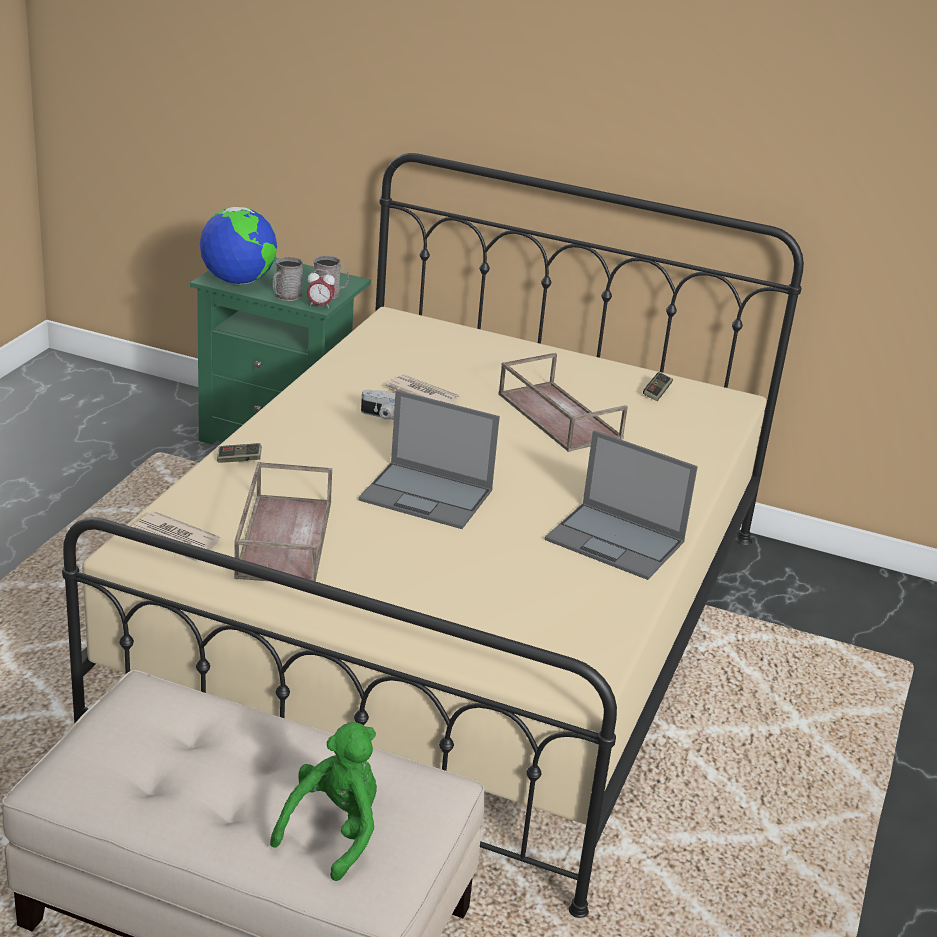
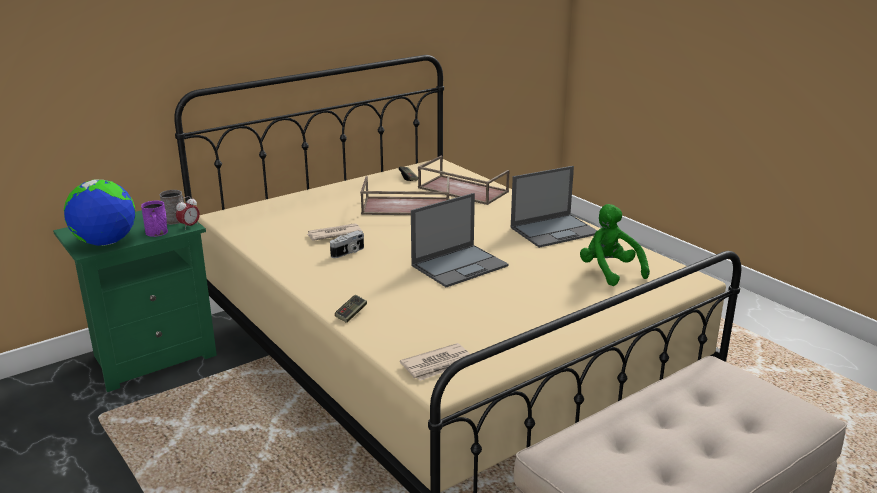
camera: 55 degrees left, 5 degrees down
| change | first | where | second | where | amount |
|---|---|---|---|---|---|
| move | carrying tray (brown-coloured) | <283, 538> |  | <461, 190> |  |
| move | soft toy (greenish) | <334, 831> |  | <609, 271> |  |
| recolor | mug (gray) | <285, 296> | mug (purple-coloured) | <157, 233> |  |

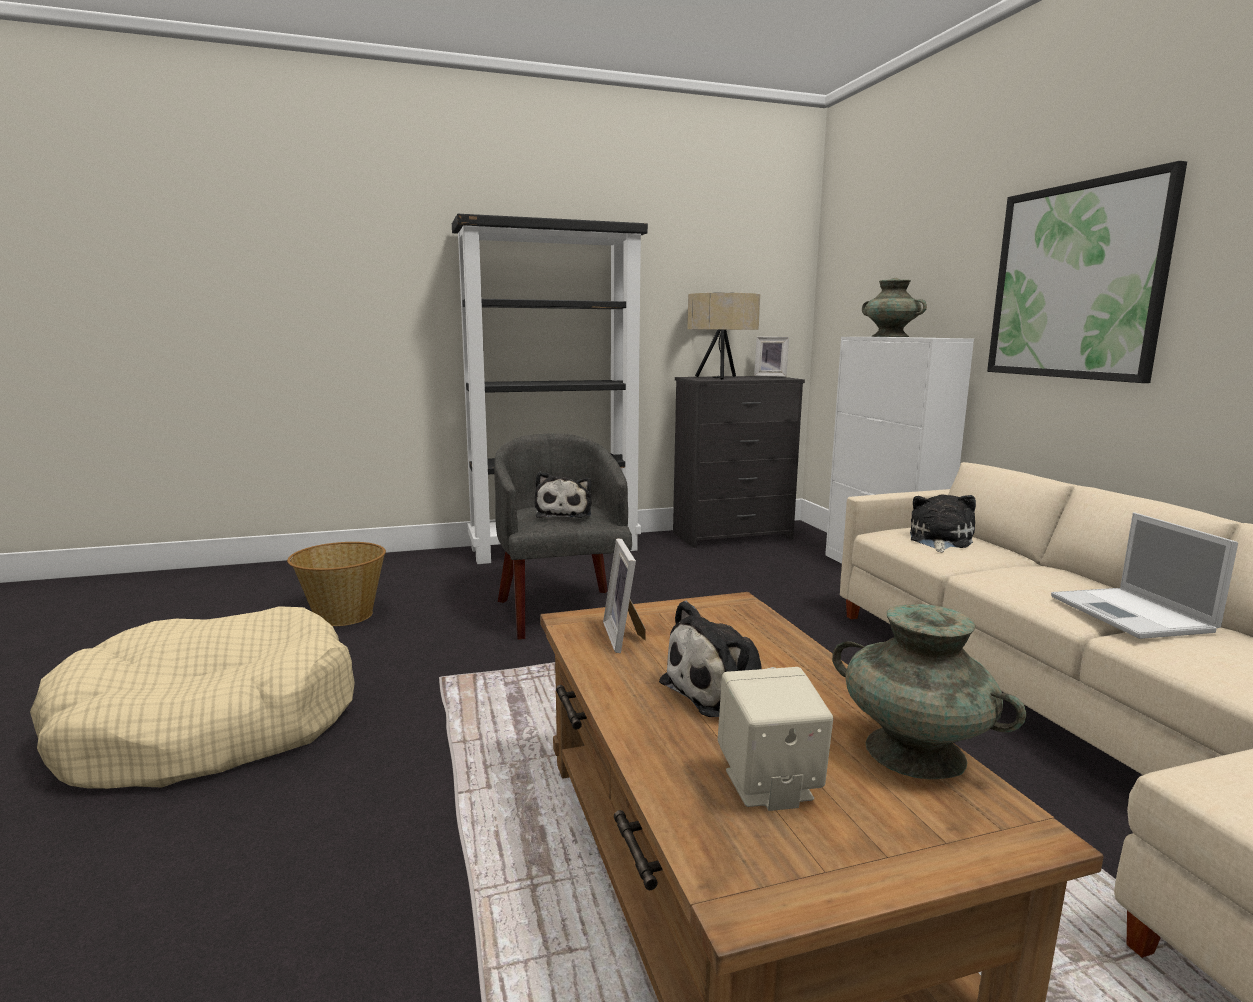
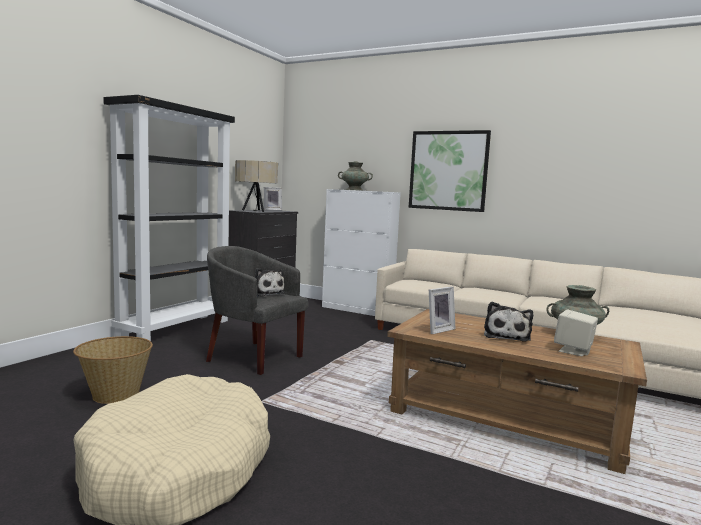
camera: 45 degrees left, 5 degrees down
| change | first | where | second | where | amount |
|---|---|---|---|---|---|
| delete | soft toy | <939, 540> |  |  |  |
| delete | laptop | <1133, 614> |  |  |  |
| rotate | picture frame | <625, 636> |  | <438, 330> | 75 degrees counterclockwise |

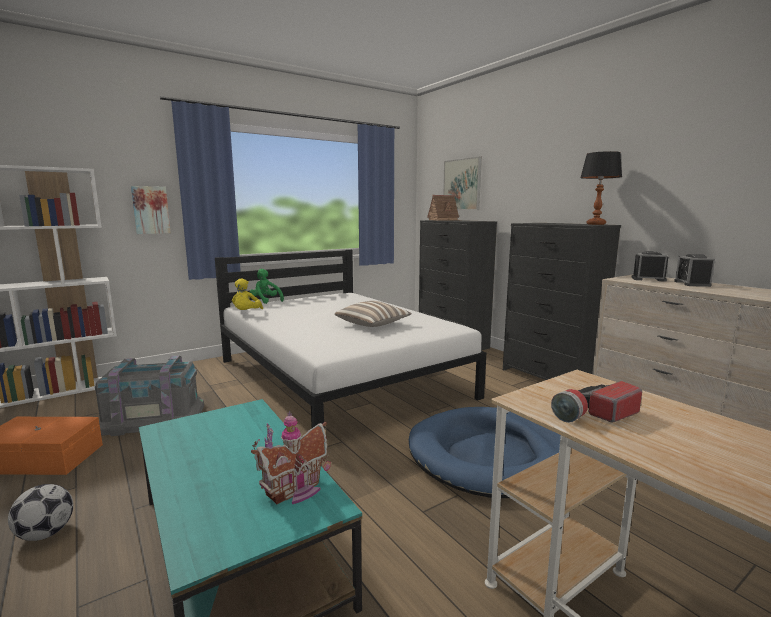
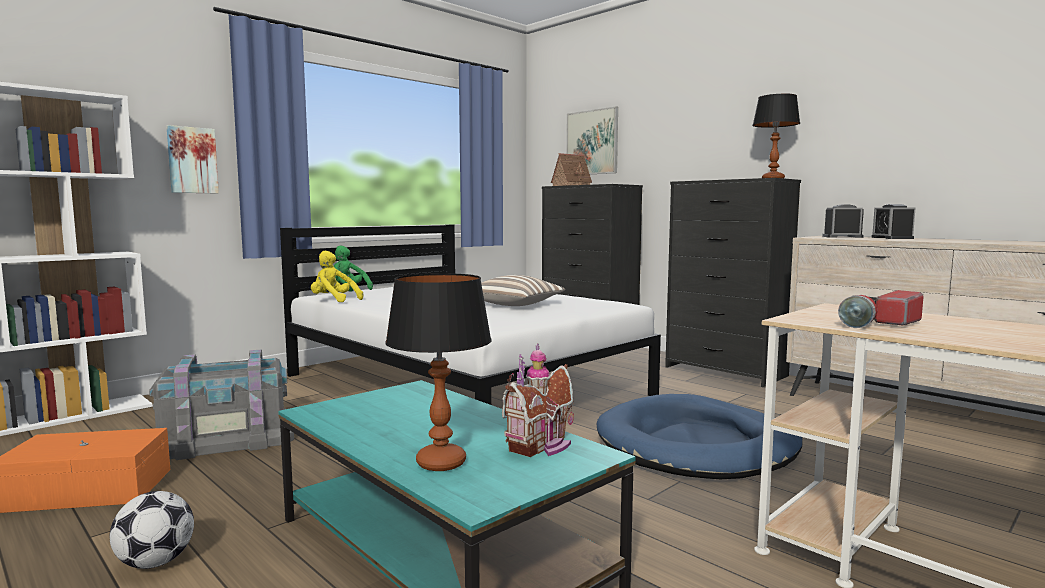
camera: 10 degrees left, 5 degrees down
| change | first | where | second | where | amount |
|---|---|---|---|---|---|
| insert |  |  | lamp for a table | <440, 463> |  |
| rotate | soft toy (yellowish) | <246, 313> |  | <333, 300> | 120 degrees clockwise |

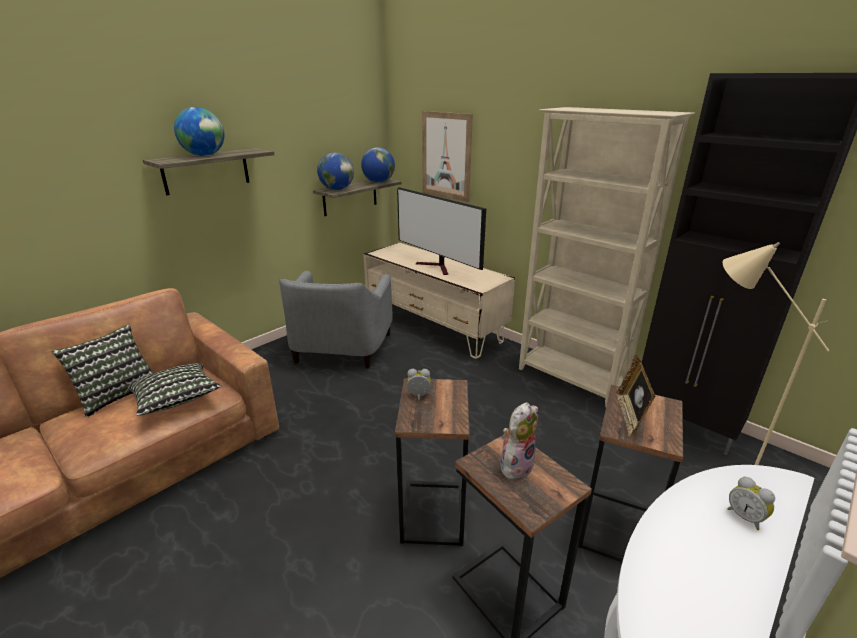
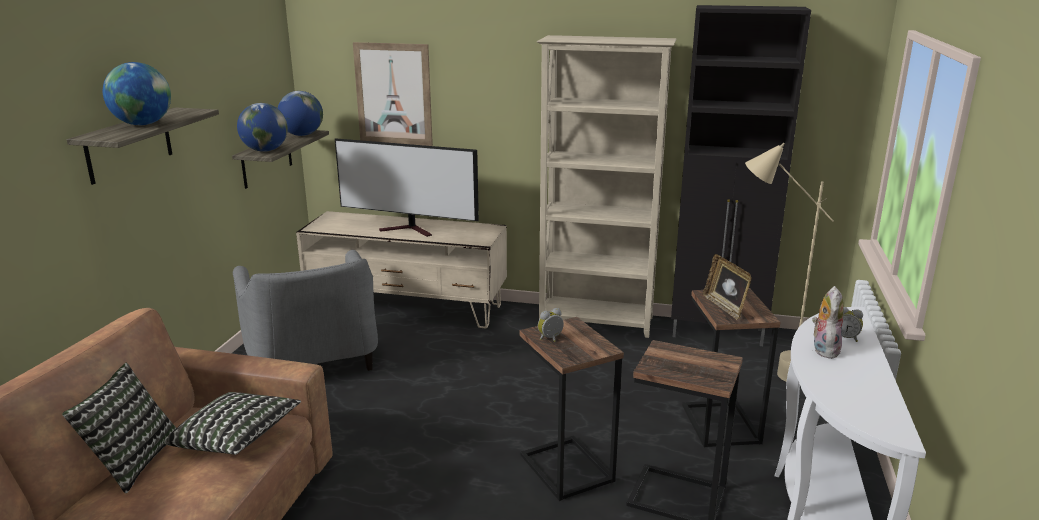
camera: 30 degrees left, 5 degrees down
| change | first | where | second | where | amount |
|---|---|---|---|---|---|
| move | soft toy | <515, 465> |  | <823, 349> |  |

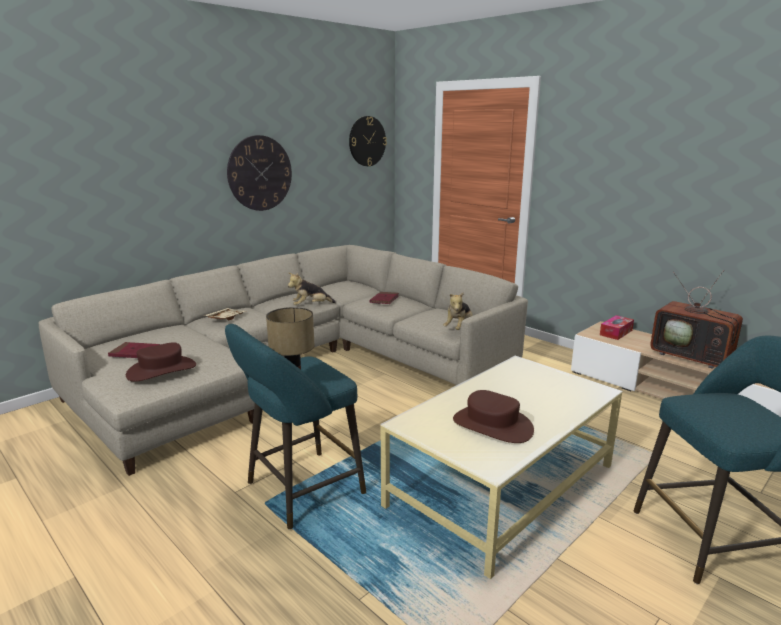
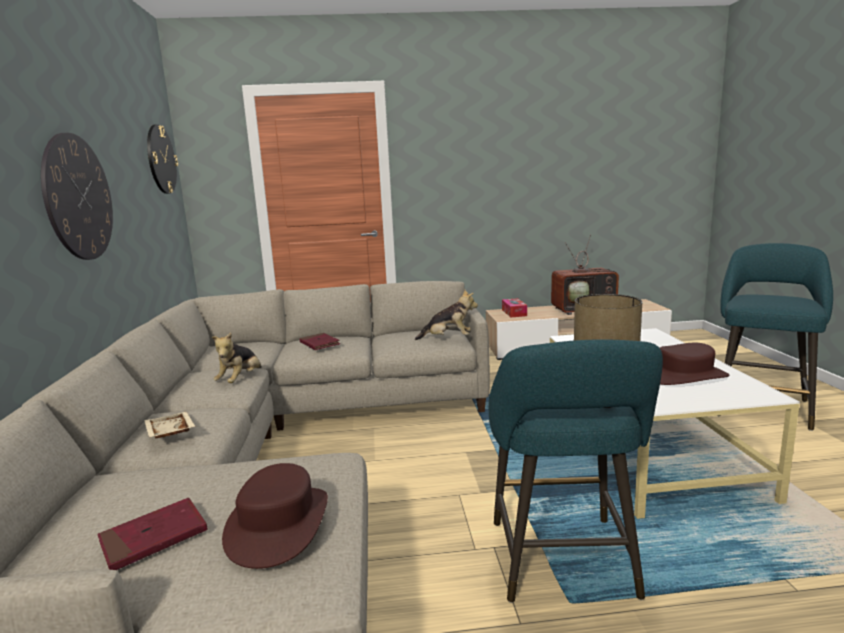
camera: 50 degrees left, 5 degrees down
| change | first | where | second | where | amount |
|---|---|---|---|---|---|
| rotate | soft toy | <458, 328> |  | <448, 339> | 60 degrees counterclockwise |

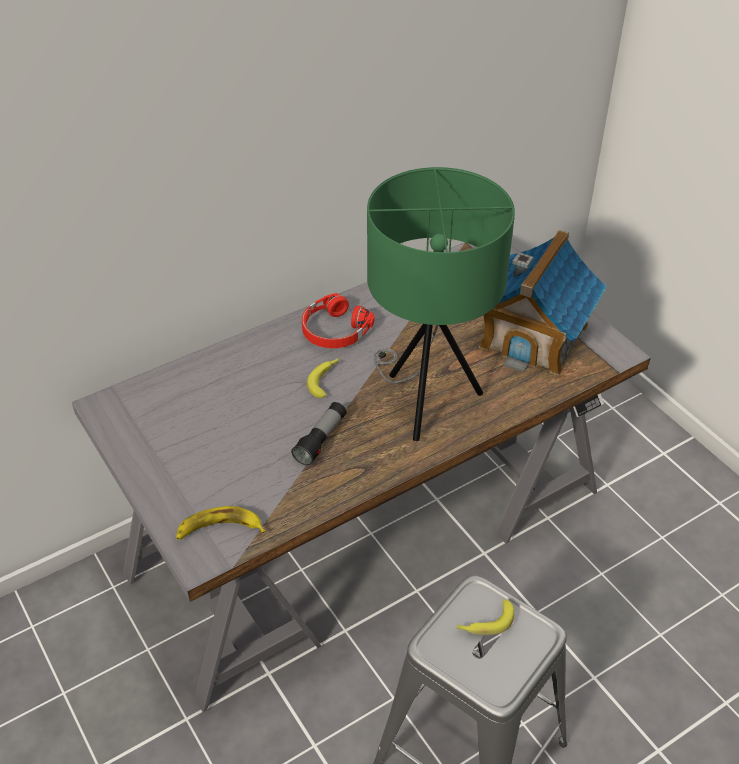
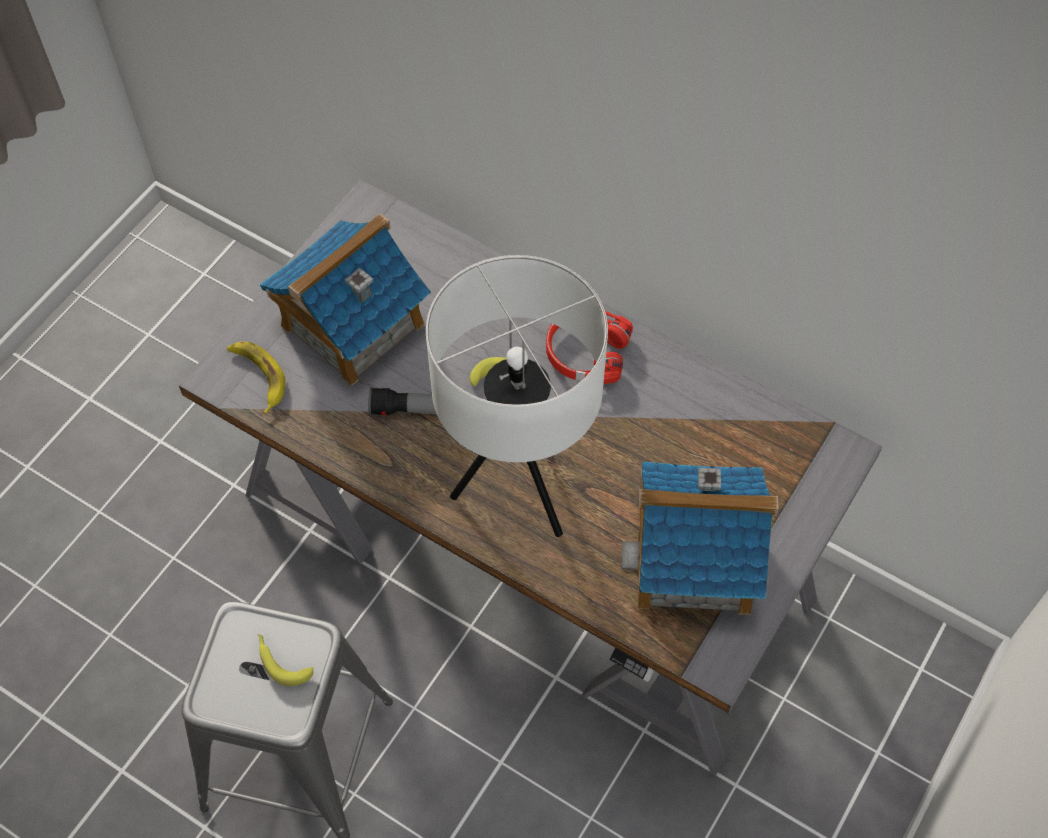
camera: 65 degrees right, 15 degrees up
| change | first | where | second | where | amount |
|---|---|---|---|---|---|
| insert |  |  | miniature house | <351, 325> |  |
| recolor | lamp for a table (greenish) | <426, 400> | lamp for a table (white-coloured) | <522, 484> |  |

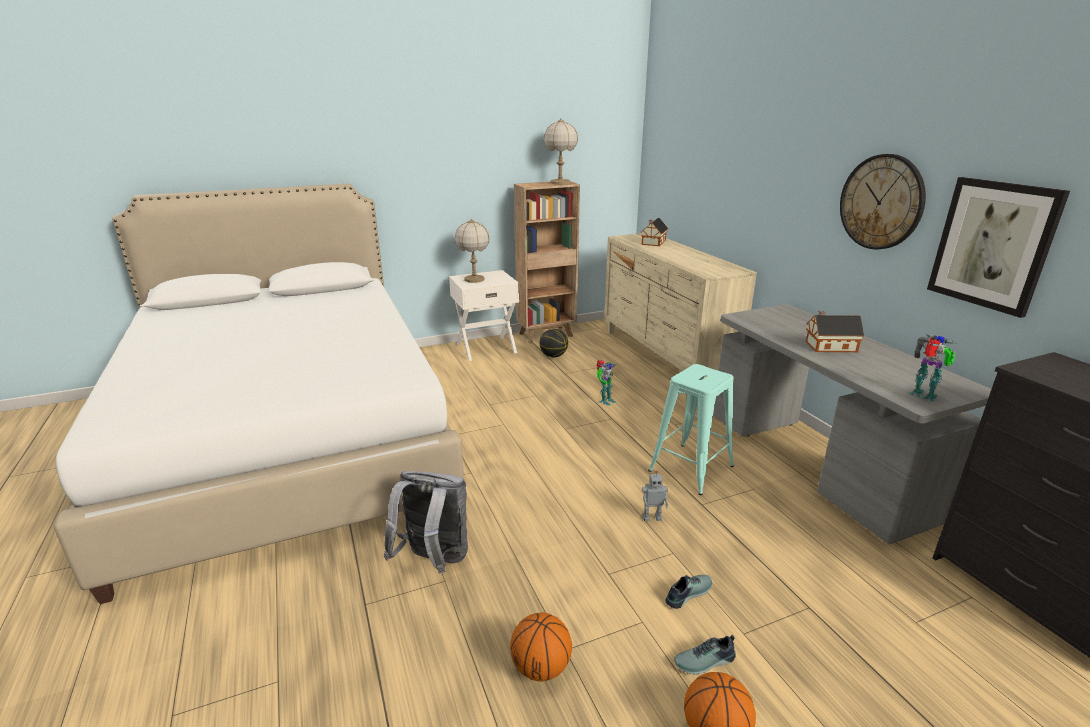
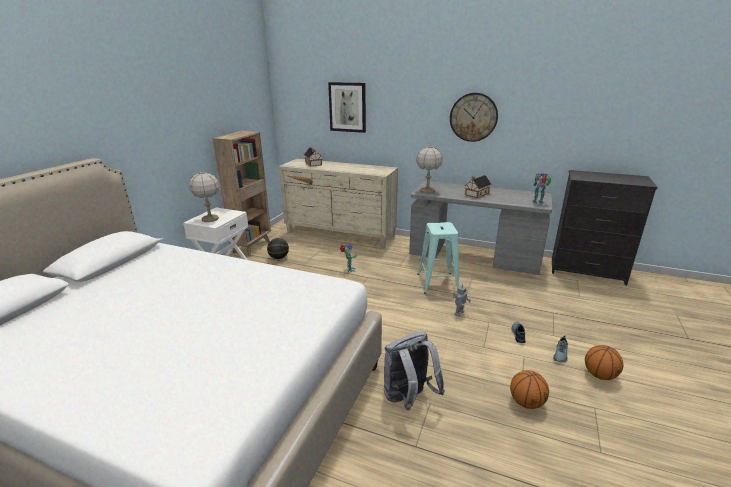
camera: 45 degrees left, 0 degrees up
| change | first | where | second | where | amount |
|---|---|---|---|---|---|
| move | lamp for a table | <560, 183> |  | <427, 191> |  |
| move | wall picture | <993, 245> |  | <347, 107> |  |

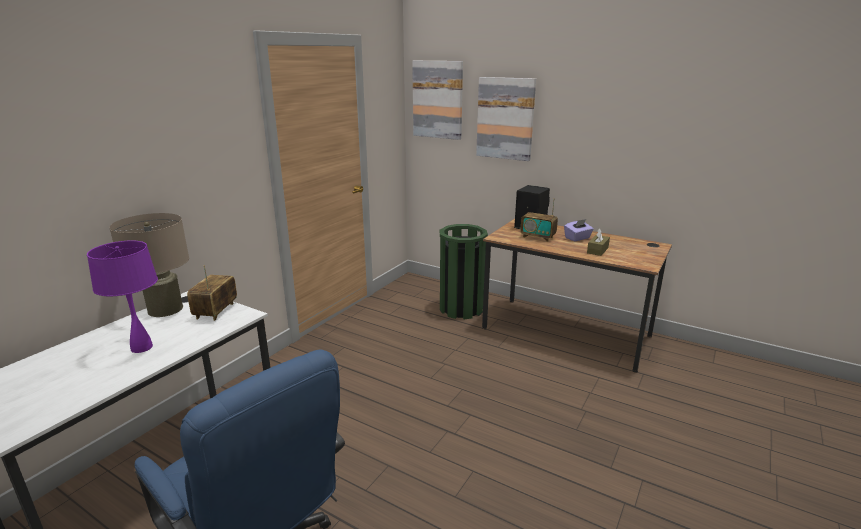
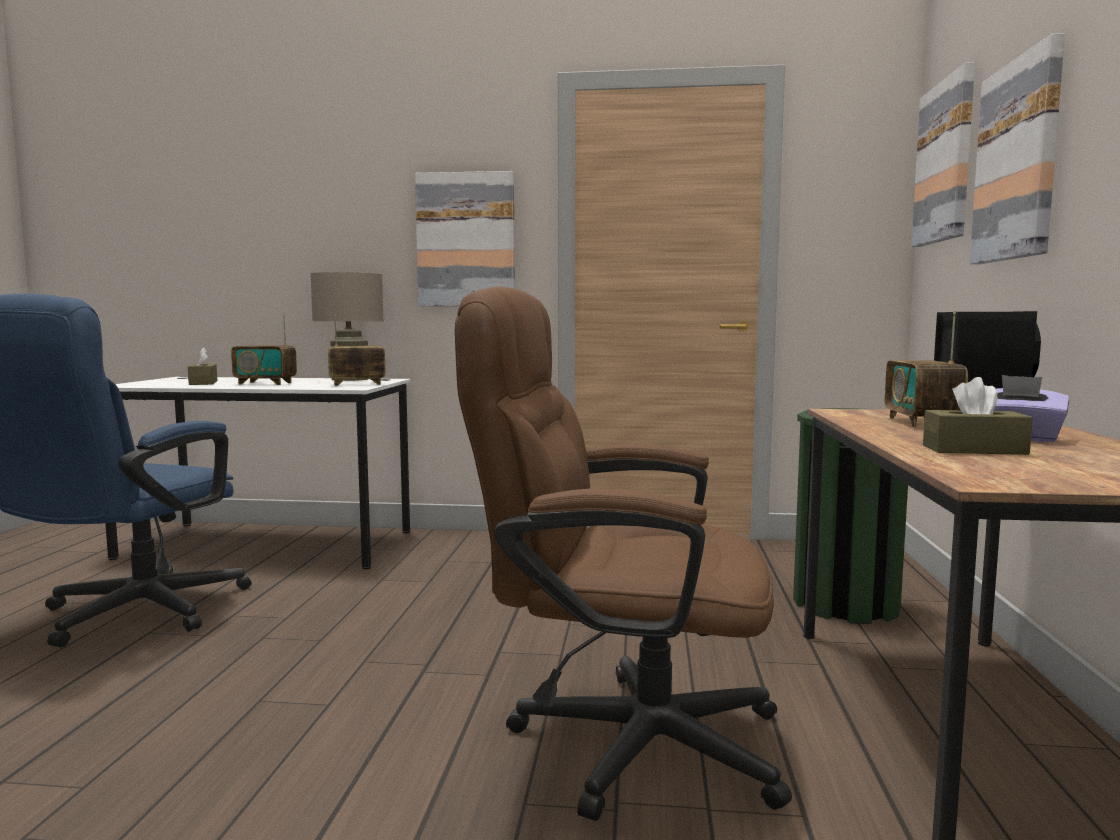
camera: 65 degrees right, 15 degrees down
| change | first | where | second | where | amount |
|---|---|---|---|---|---|
| insert |  |  | box of tissues (brown-coloured) | <203, 383> |  |
| insert |  |  | wall picture | <466, 240> |  |
| insert |  |  | computer chair (brown-coloured) | <620, 740> |  |
| replace | lamp for a table (purple-coloured) | <142, 347> | radio set | <265, 383> |  |

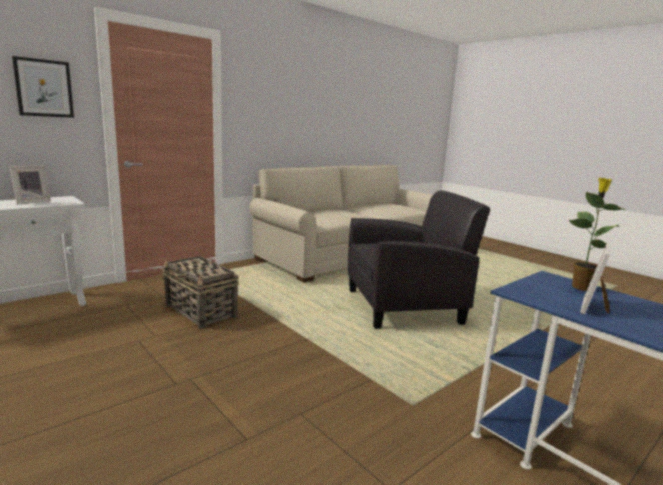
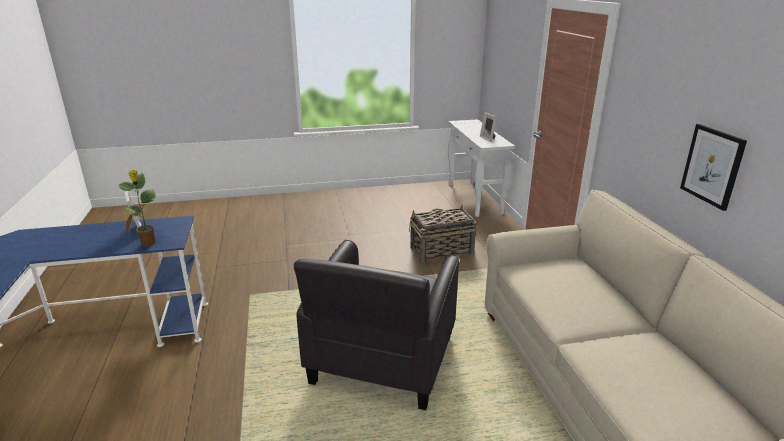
camera: 120 degrees right, 10 degrees up
| change | first | where | second | where | amount |
|---|---|---|---|---|---|
| move | wall picture | <44, 88> |  | <712, 166> |  |

